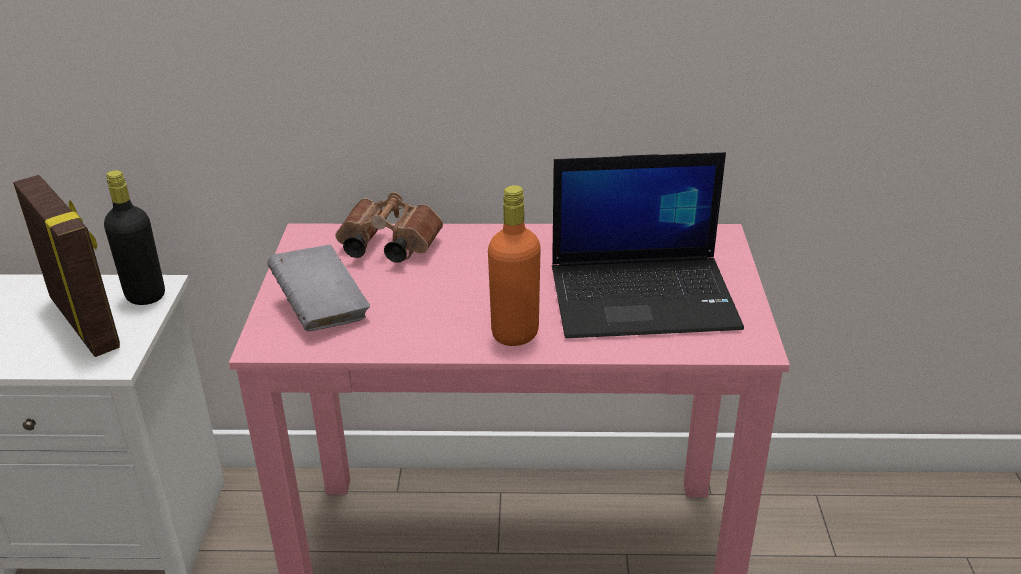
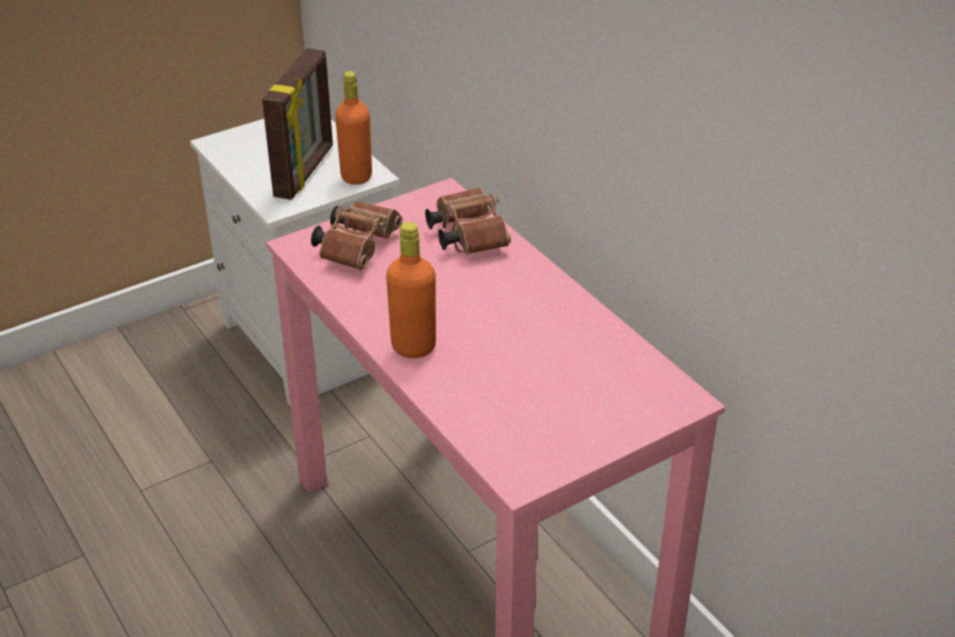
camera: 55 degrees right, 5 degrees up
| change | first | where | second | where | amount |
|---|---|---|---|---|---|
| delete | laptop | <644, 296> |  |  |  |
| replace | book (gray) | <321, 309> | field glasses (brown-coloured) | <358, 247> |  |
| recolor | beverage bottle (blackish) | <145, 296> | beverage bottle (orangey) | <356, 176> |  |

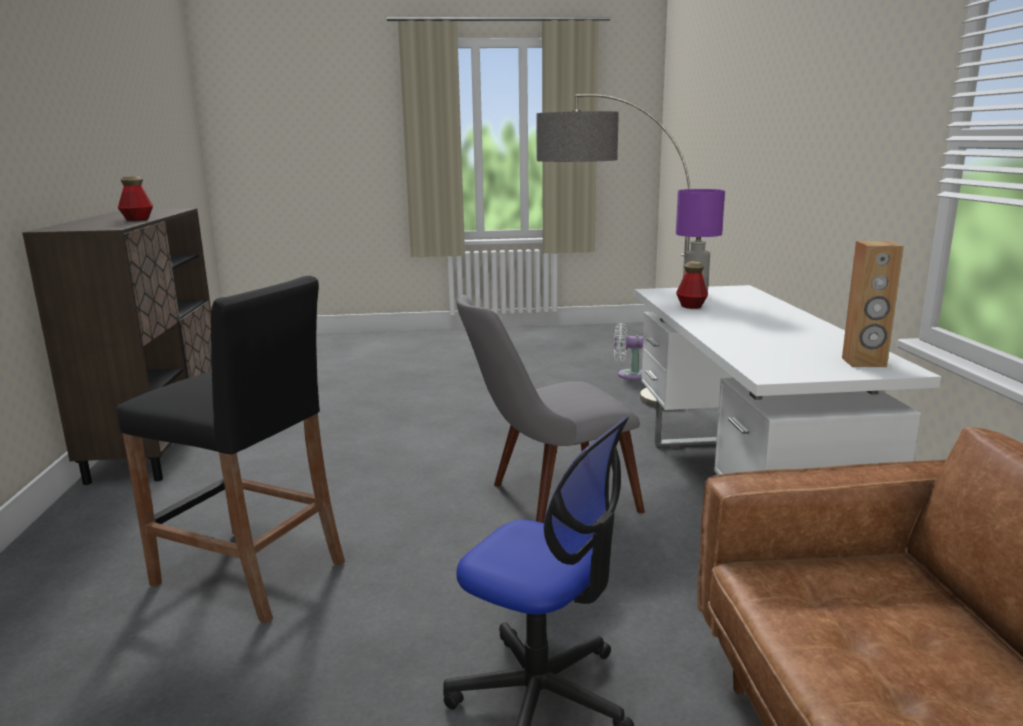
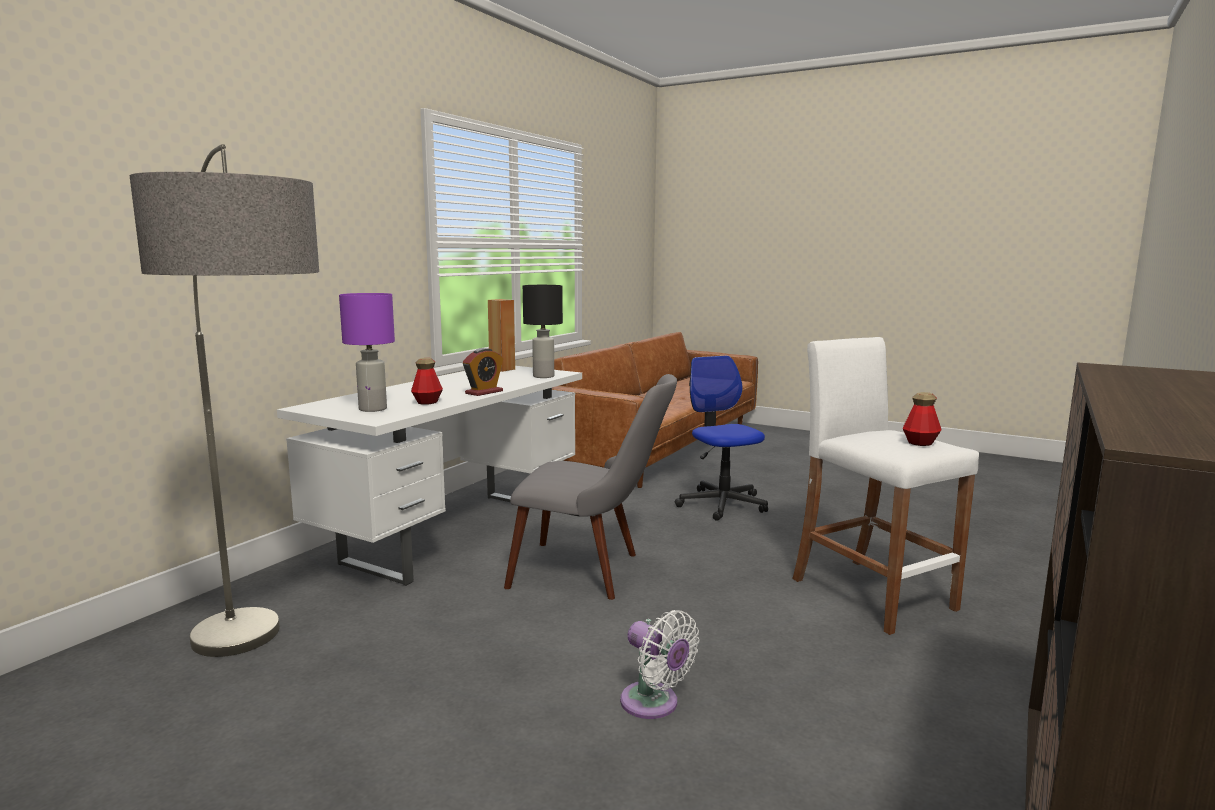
camera: 145 degrees left, 5 degrees down
| change | first | where | second | where | amount |
|---|---|---|---|---|---|
| insert |  |  | table clock | <484, 392> |  |
| insert |  |  | lamp for a table (blackish) | <543, 376> |  |
| move | beverage bottle | <137, 219> |  | <920, 443> |  |
| move | electric fan (white-coloured) | <628, 375> |  | <653, 704> |  |
| recolor | stool seat (blackish) | <250, 573> | stool seat (white-coloured) | <871, 594> |  |

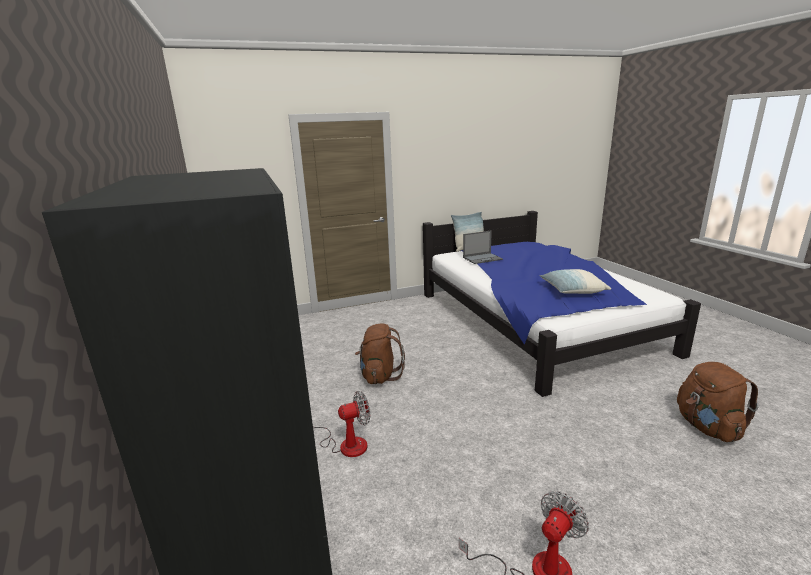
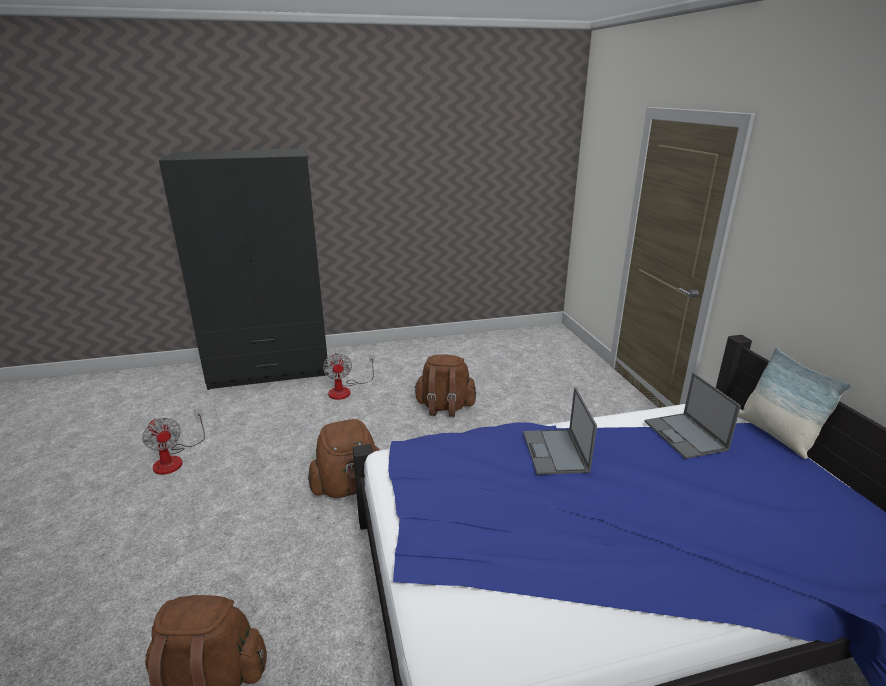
camera: 95 degrees right, 5 degrees up
| change | first | where | second | where | amount |
|---|---|---|---|---|---|
| delete | throw pillow | <572, 291> |  |  |  |
| insert |  |  | rucksack (brown-coloured) | <348, 487> |  |
| insert |  |  | laptop | <555, 452> |  |

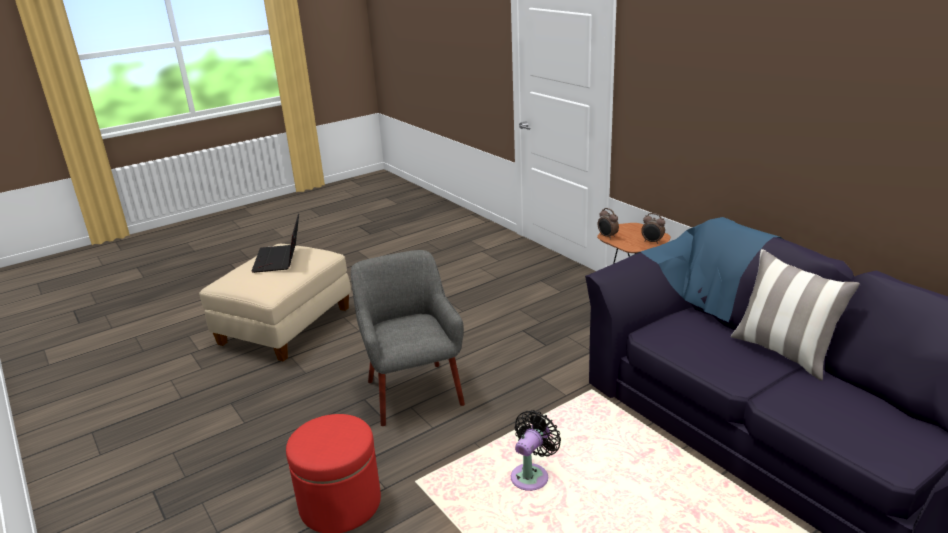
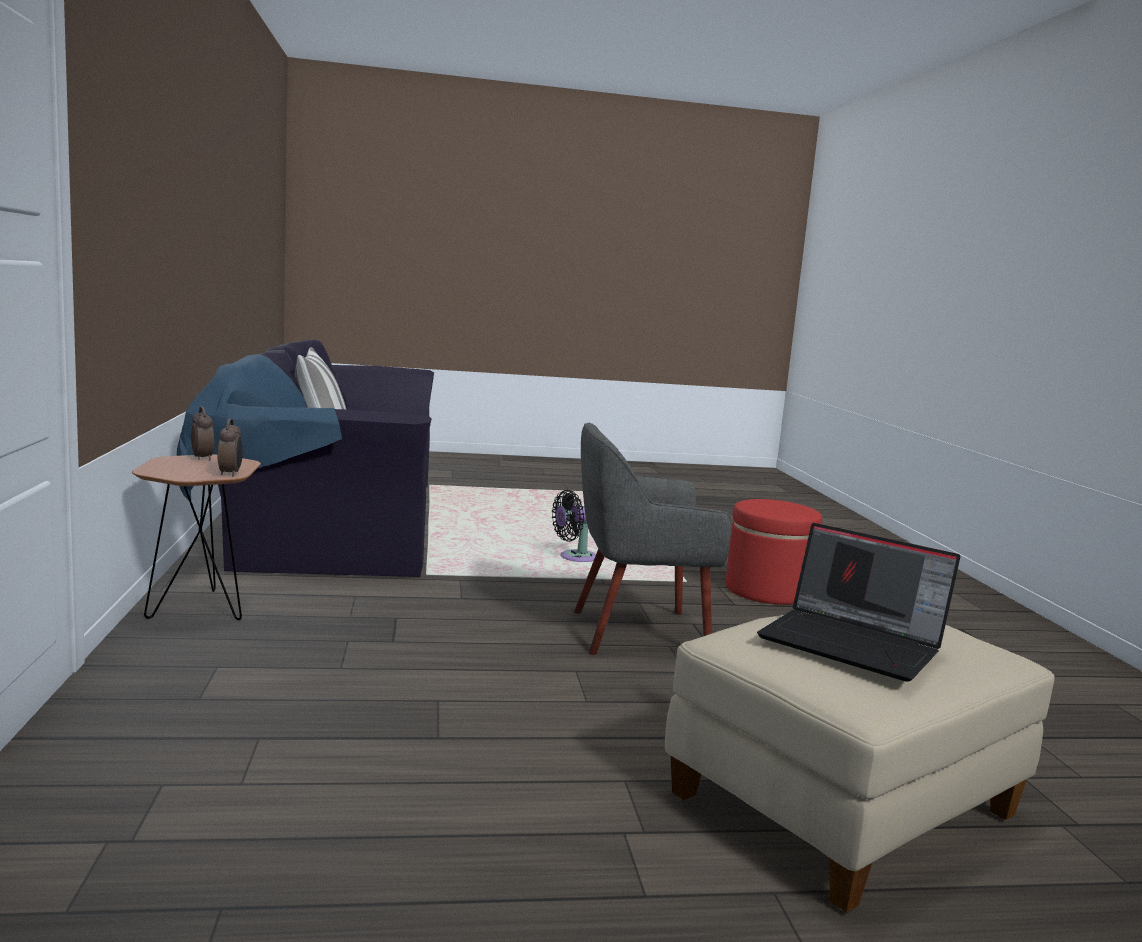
camera: 155 degrees left, 15 degrees down
| change | first | where | second | where | amount |
|---|---|---|---|---|---|
| rotate | laptop | <279, 259> |  | <854, 643> | 105 degrees clockwise |
| rotate | armchair (gray) | <413, 392> |  | <636, 632> | 75 degrees clockwise |

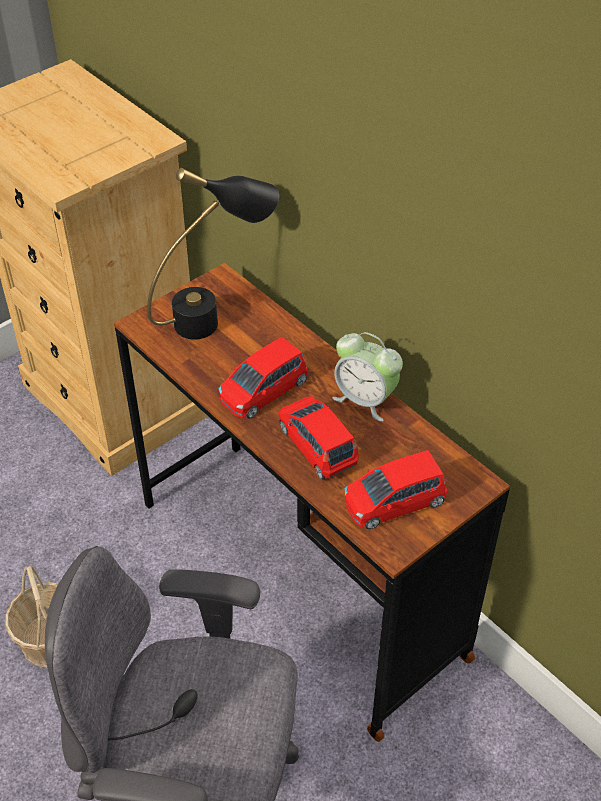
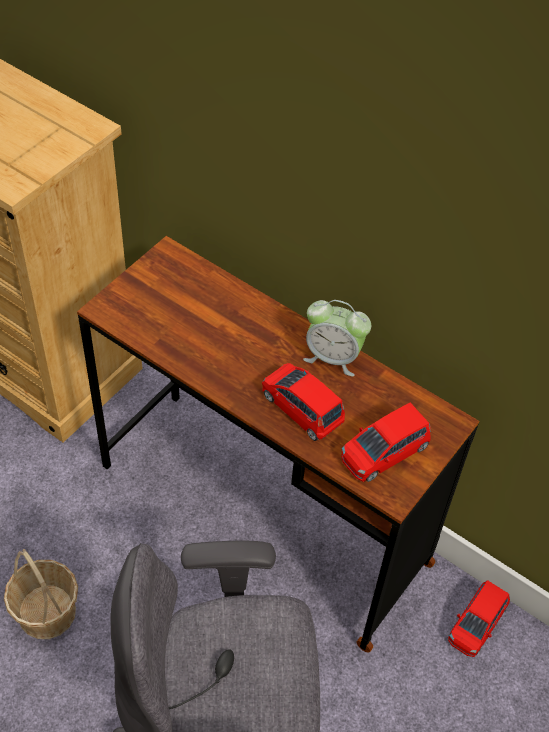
camera: 15 degrees left, 5 degrees up
| change | first | where | second | where | amount |
|---|---|---|---|---|---|
| delete | lamp for a table (blackish) | <216, 317> |  |  |  |
| move | toy car (reddish) | <263, 391> |  | <476, 624> |  |

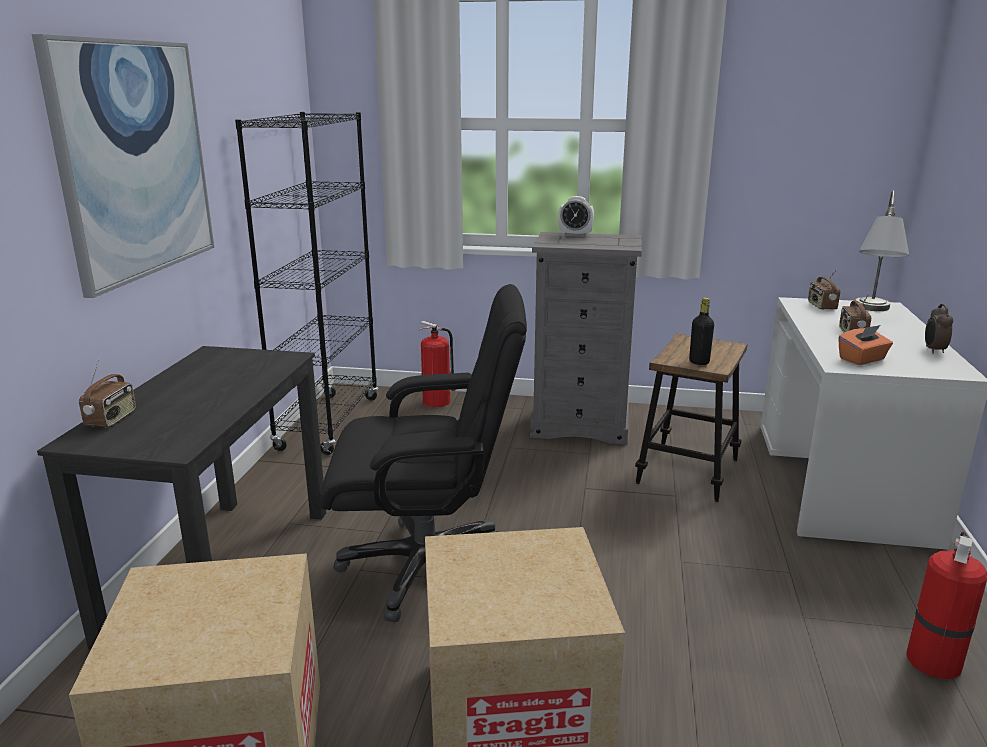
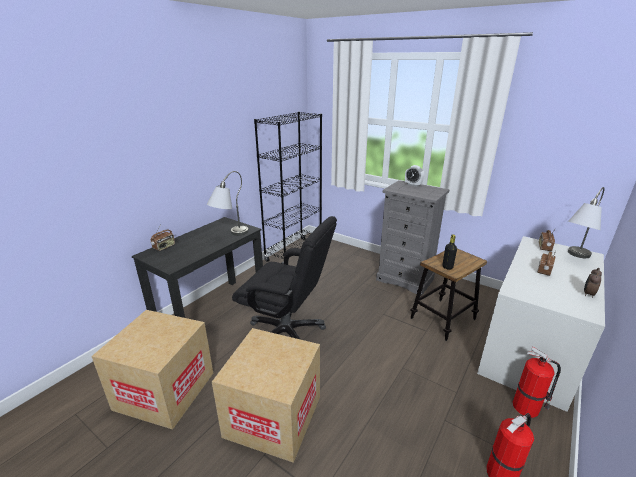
camera: 25 degrees right, 5 degrees up
| change | first | where | second | where | amount |
|---|---|---|---|---|---|
| delete | wall picture | <135, 160> |  |  |  |
| delete | box of tissues (orangey) | <862, 359> |  |  |  |
| insert |  |  | lamp for a table (gray) | <230, 235> |  |
| move | fire-fighting cylinder | <438, 401> |  | <527, 407> |  |

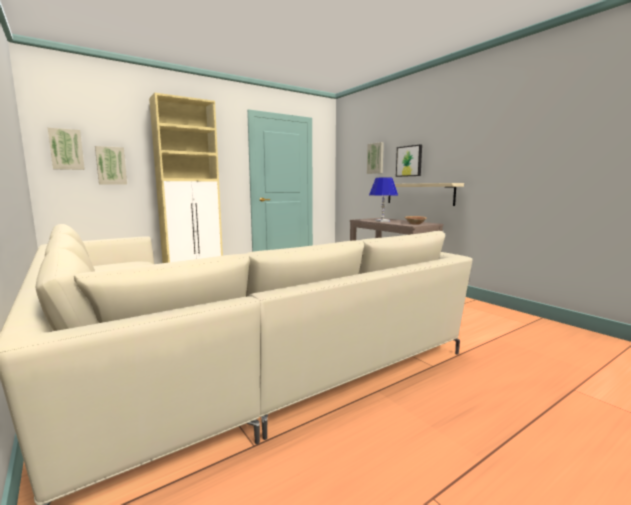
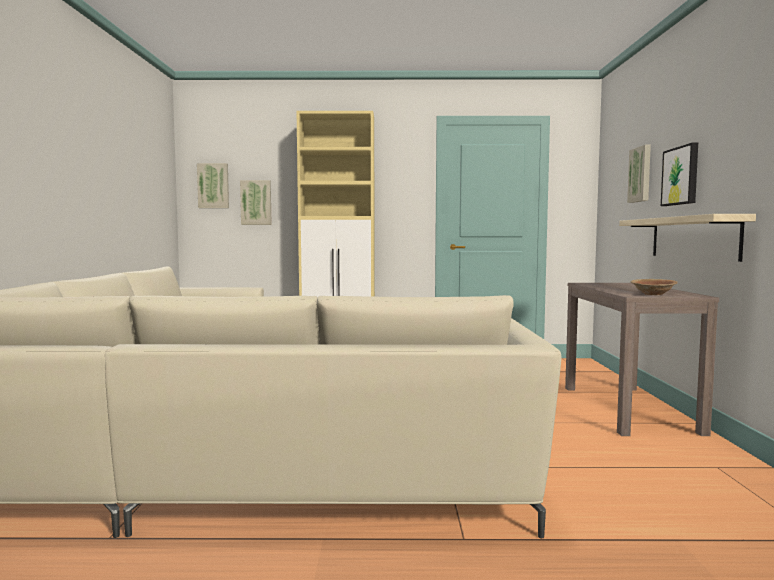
camera: 35 degrees right, 5 degrees down
| change | first | where | second | where | amount |
|---|---|---|---|---|---|
| delete | lamp for a table (blue) | <382, 221> |  |  |  |

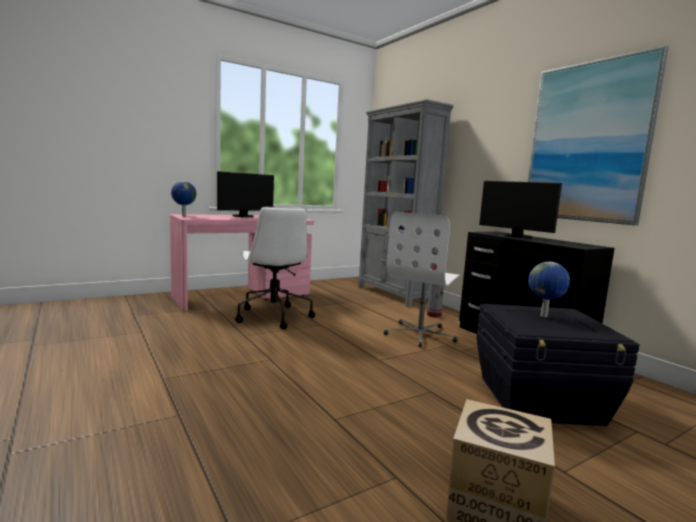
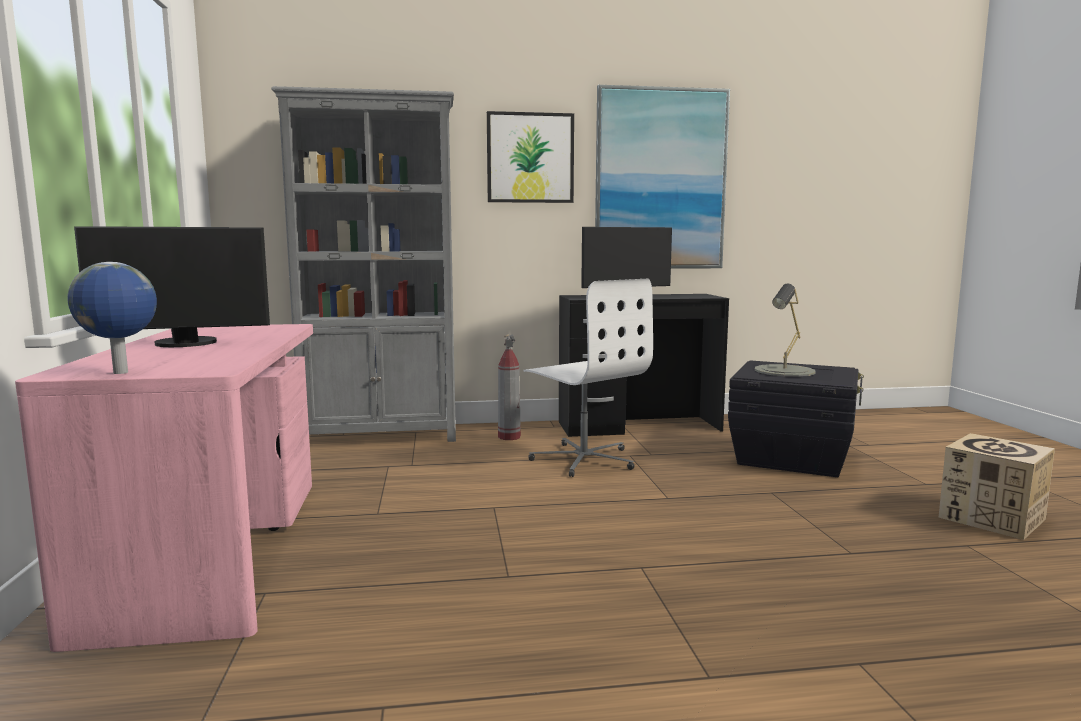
camera: 65 degrees left, 0 degrees up
| change | first | where | second | where | amount |
|---|---|---|---|---|---|
| delete | computer chair (white-coloured) | <273, 316> |  |  |  |
| insert |  |  | wall picture | <530, 158> |  |
| replace | desk globe | <544, 316> | lamp for a table (gray) | <784, 371> |  |
| rotate | computer screen | <244, 216> |  | <185, 344> | 90 degrees clockwise |

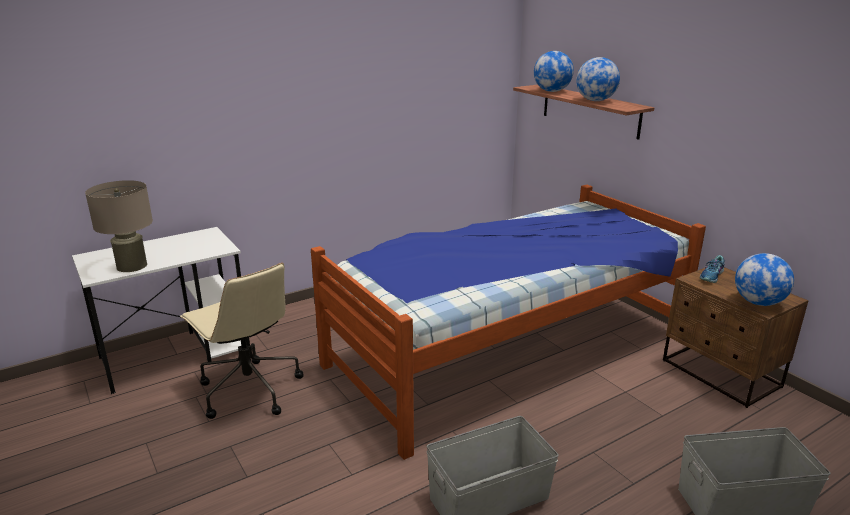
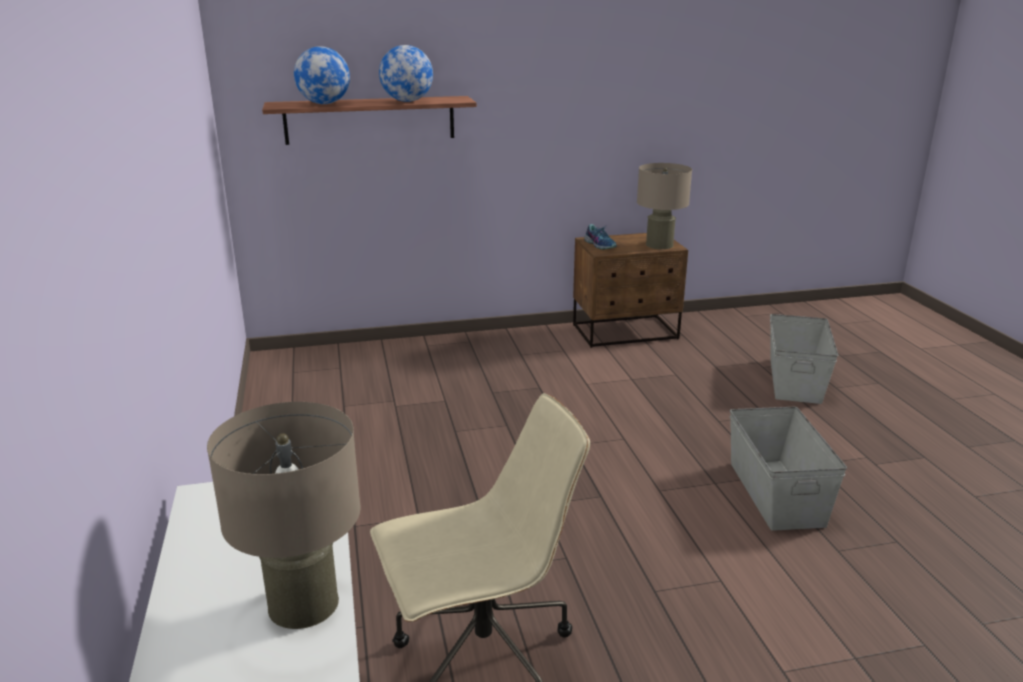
camera: 70 degrees left, 0 degrees up
| change | first | where | second | where | amount |
|---|---|---|---|---|---|
| delete | bed | <507, 349> |  |  |  |
| replace | desk globe | <758, 302> | lamp for a table (sand-coloured) | <659, 245> |  |

